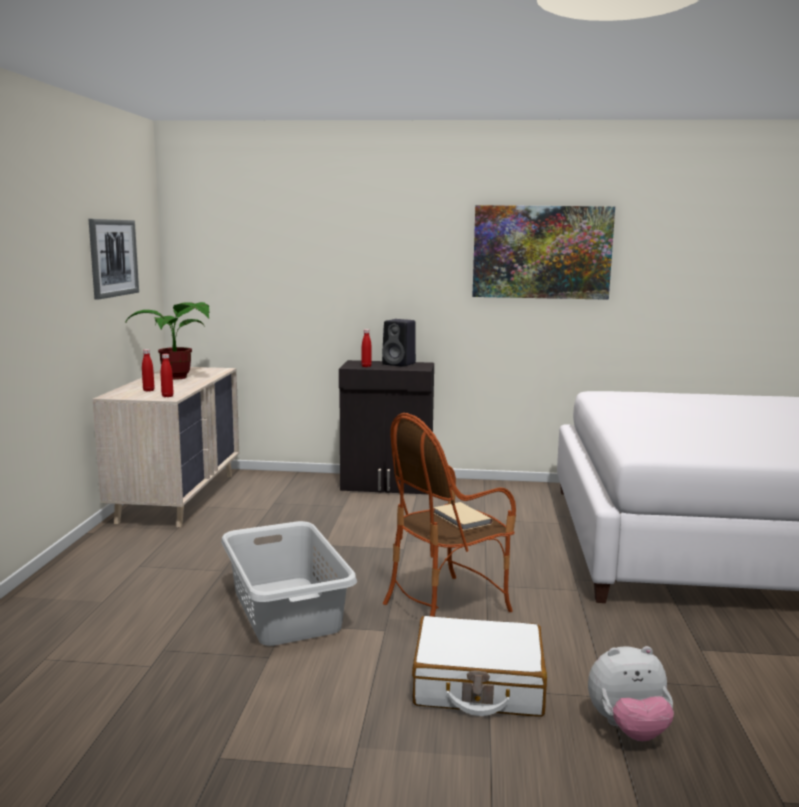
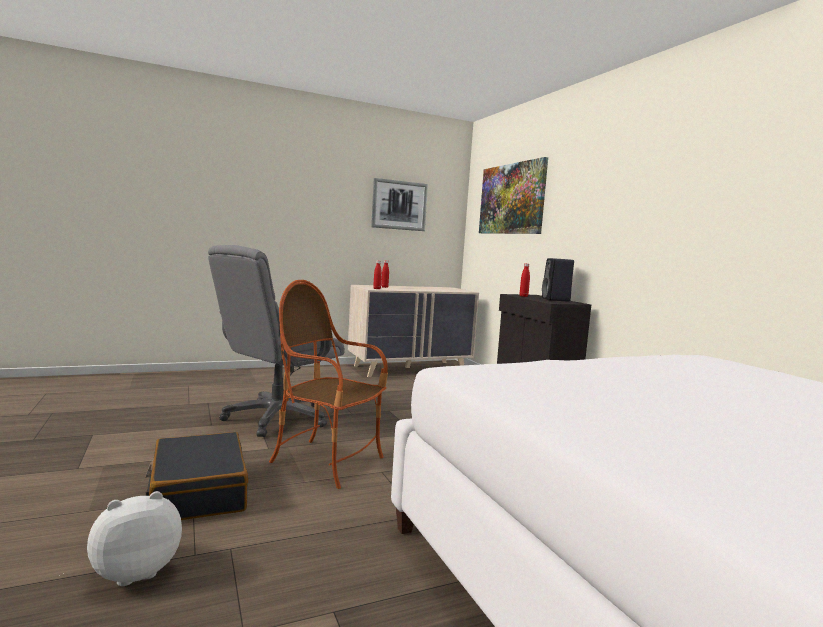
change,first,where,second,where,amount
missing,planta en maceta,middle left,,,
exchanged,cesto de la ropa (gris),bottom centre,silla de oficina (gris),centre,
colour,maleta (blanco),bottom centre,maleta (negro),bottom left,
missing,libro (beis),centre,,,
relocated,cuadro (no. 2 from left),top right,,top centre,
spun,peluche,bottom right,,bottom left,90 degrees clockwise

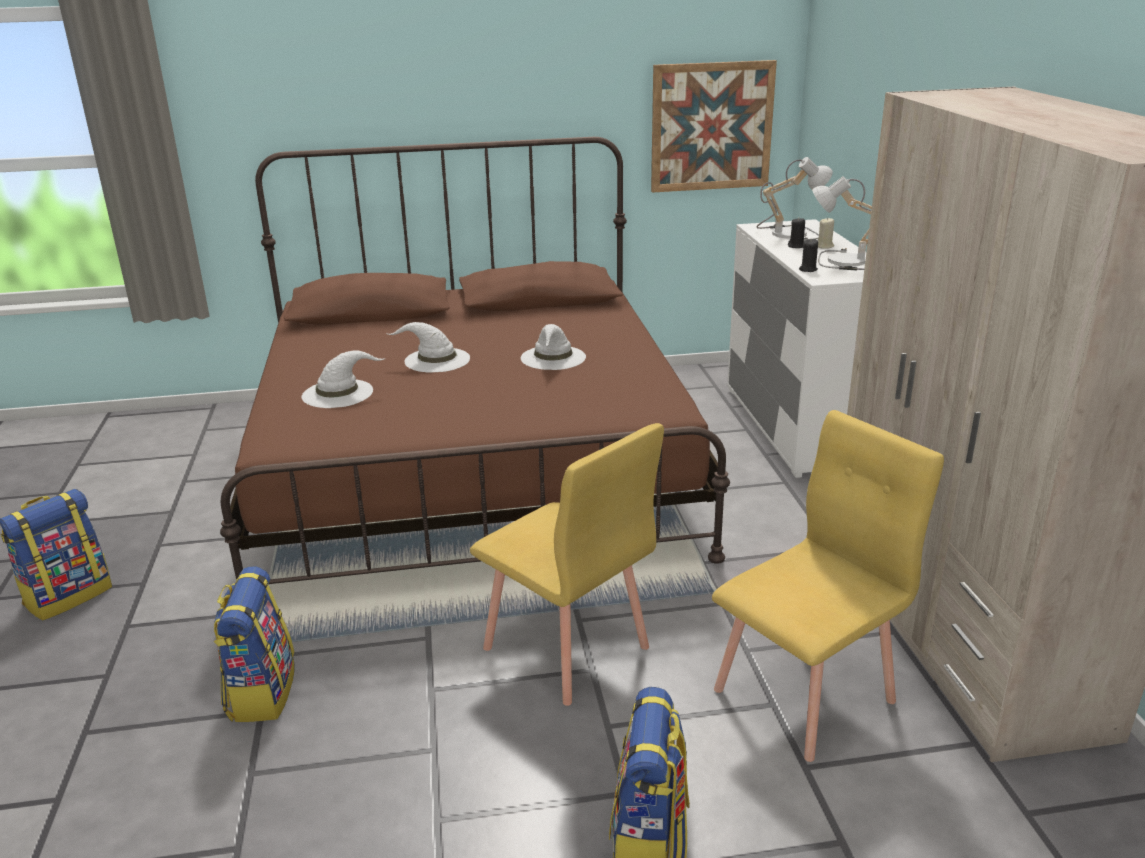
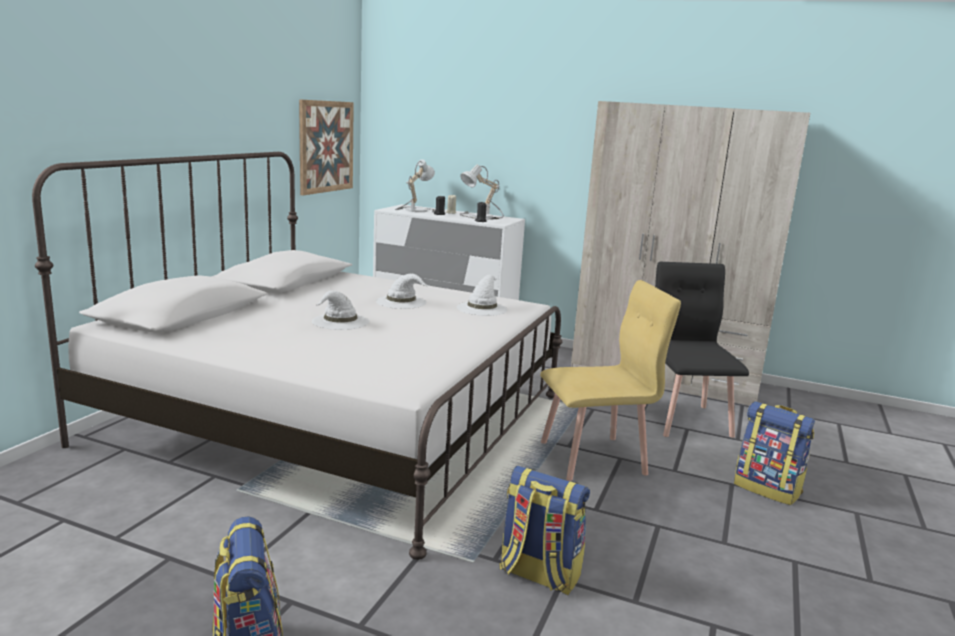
change,first,where,second,where,amount
colour,cama (marrón),centre,cama (blanco),middle left,
relocated,sombrero (blanco) (no. 1 from left in the first image),middle left,sombrero (blanco) (no. 3 from left),centre,
colour,silla (amarillo) (no. 2 from left),bottom right,silla (negro),middle right,

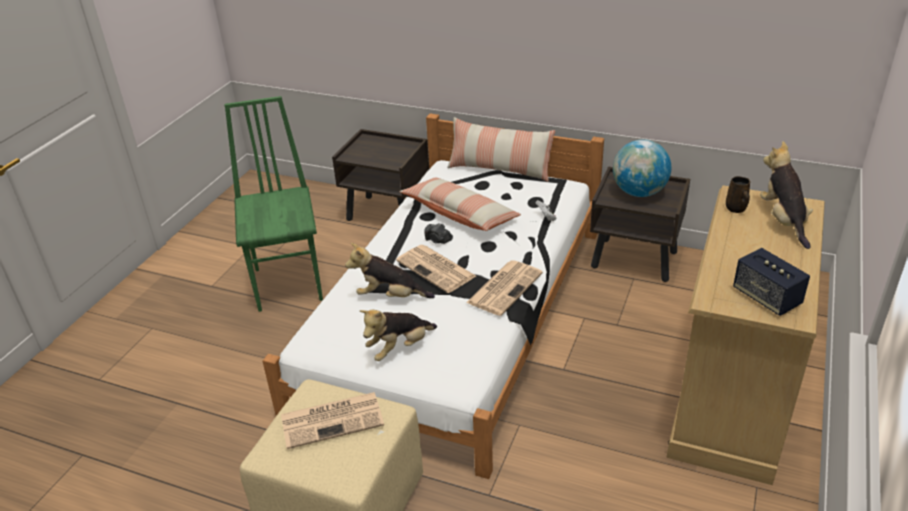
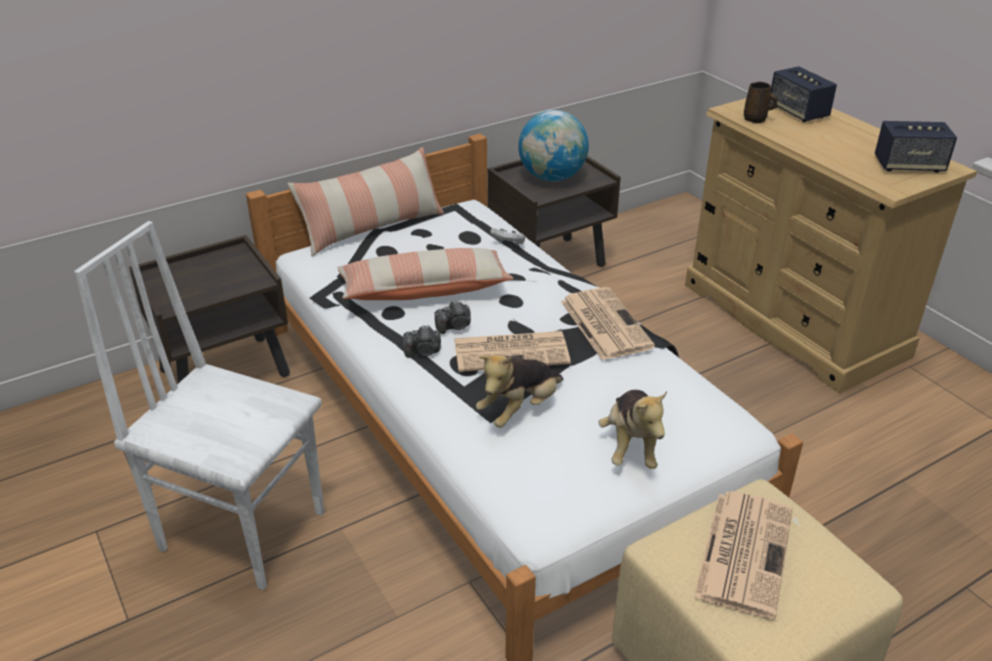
change,first,where,second,where,amount
colour,silla (verde),middle left,silla (blanco),middle left,
exchanged,peluche (no. 3 from left),middle right,altavoz (no. 1 from left),top right,
appeared,,,cámara (no. 1 from left),centre,

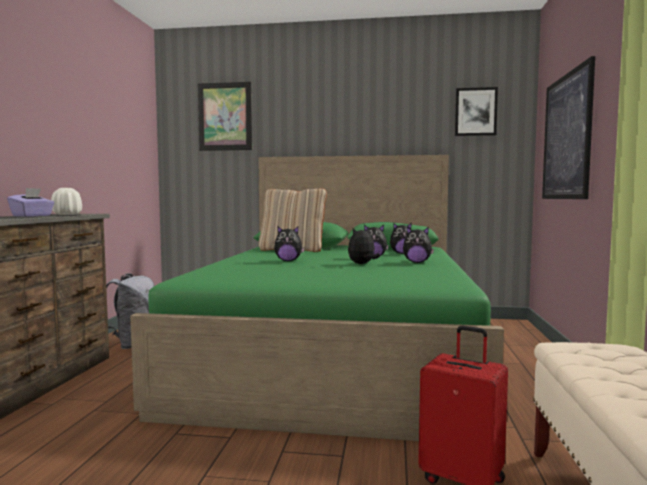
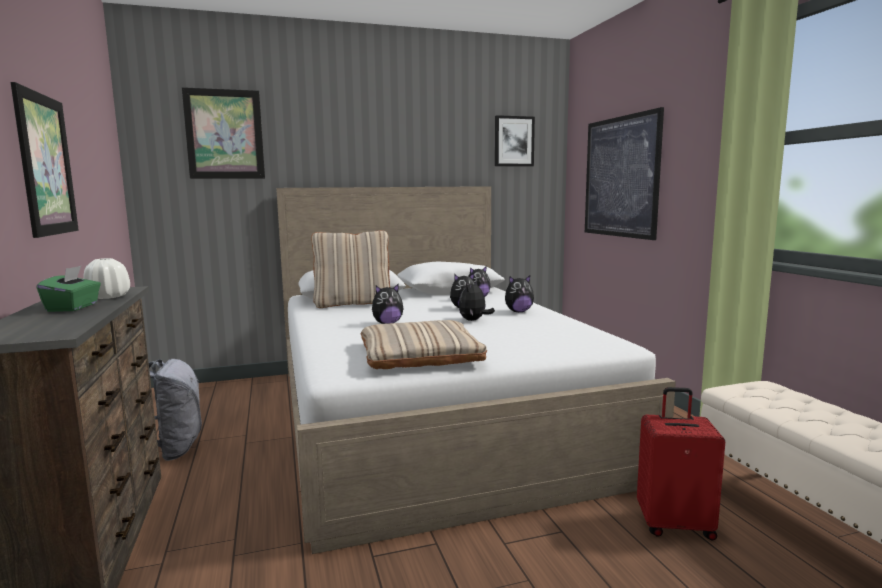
change,first,where,second,where,amount
colour,caja de pañuelos (morado),middle left,caja de pañuelos (verde),middle left,
colour,cama (verde),centre,cama (blanco),centre,
appeared,,,cuadro (no. 1 from left),top left,
appeared,,,cojín (beis) (no. 2 from left),centre,

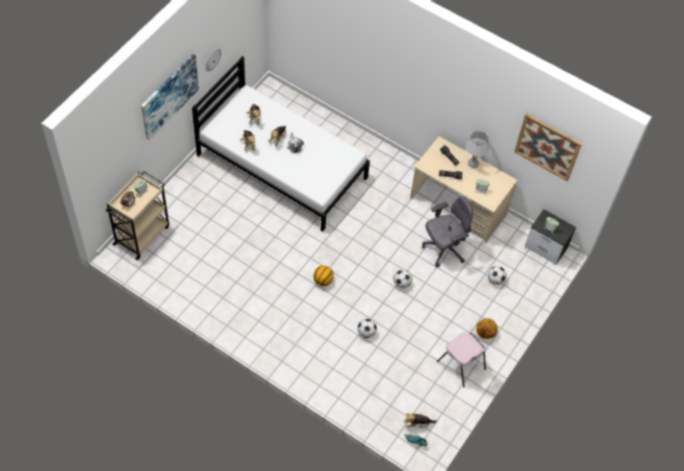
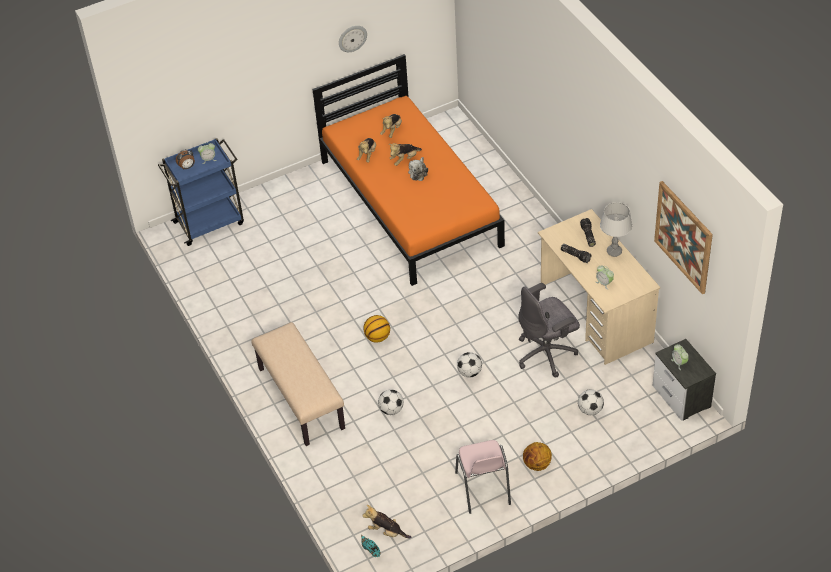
change,first,where,second,where,amount
colour,carrito (beis),middle left,carrito (azul),middle left,
missing,cuadro (no. 1 from left),top left,,,
colour,cama (blanco),top centre,cama (naranja),top centre,
spun,silla de oficina (gris),centre,,centre,150 degrees clockwise
appeared,,,banco (beis),bottom centre,

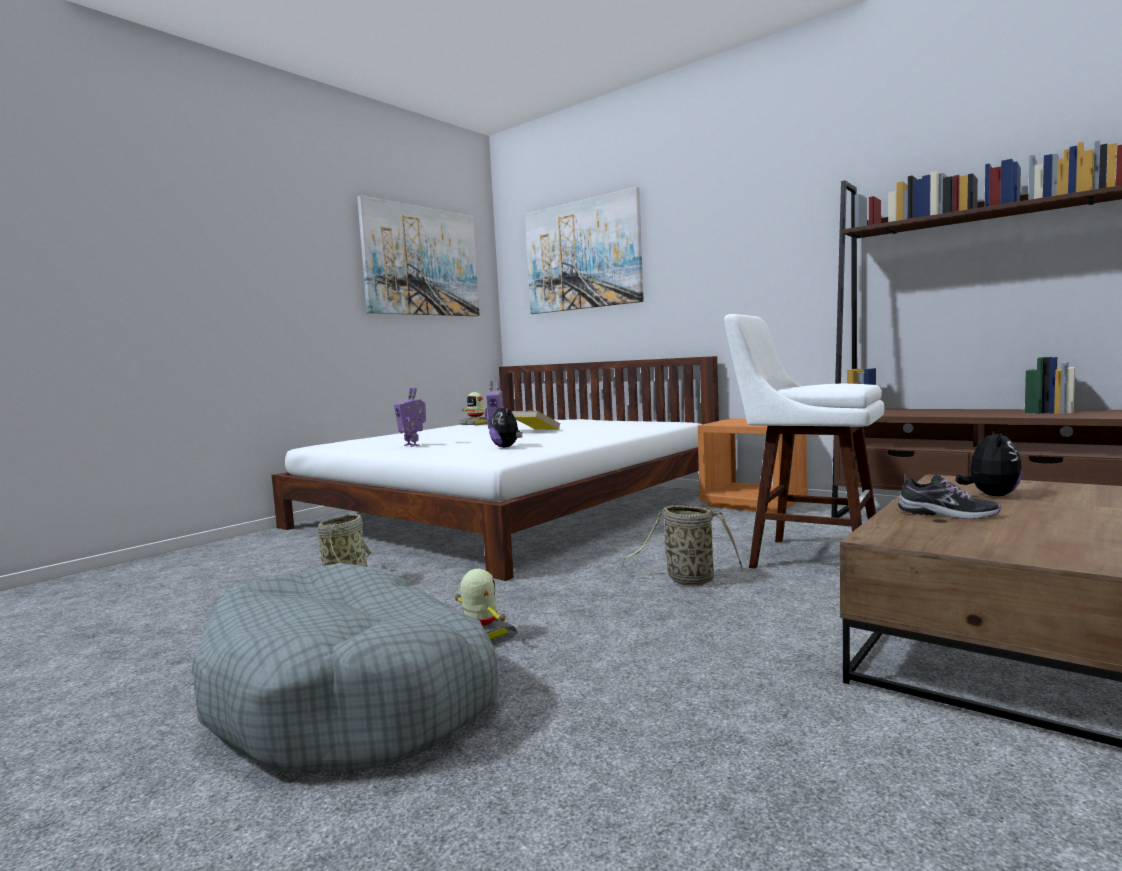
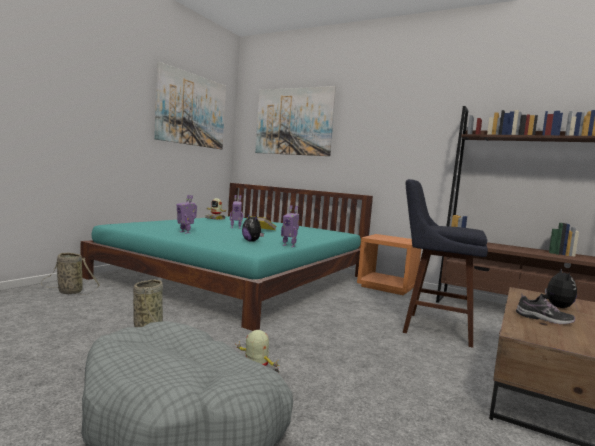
change,first,where,second,where,amount
colour,cama (blanco),centre,cama (turquesa),centre,
relocated,cesta (no. 2 from left in the first image),centre,cesta (no. 1 from left),middle left,
colour,taburete (blanco),middle right,taburete (azul),middle right,
appeared,,,robot de juguete (no. 5 from left),centre,

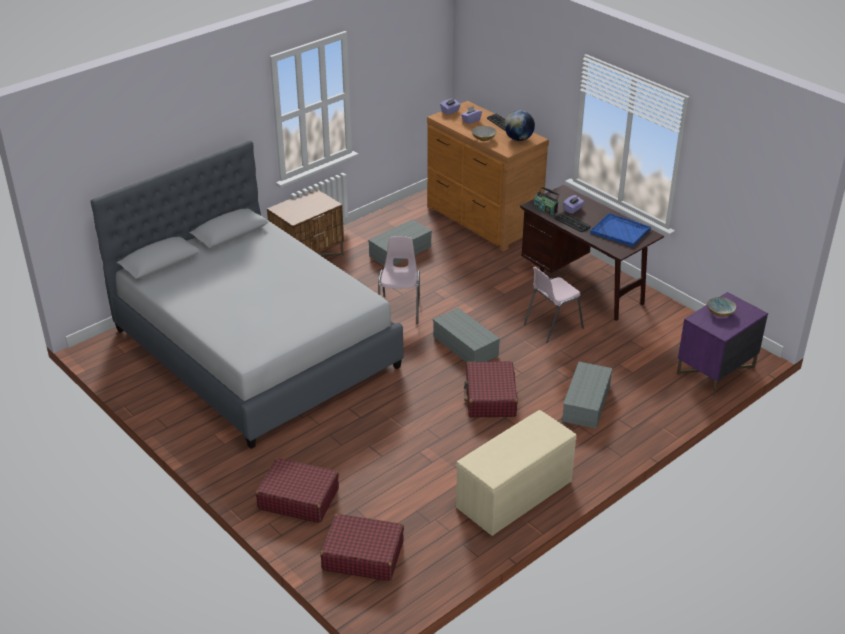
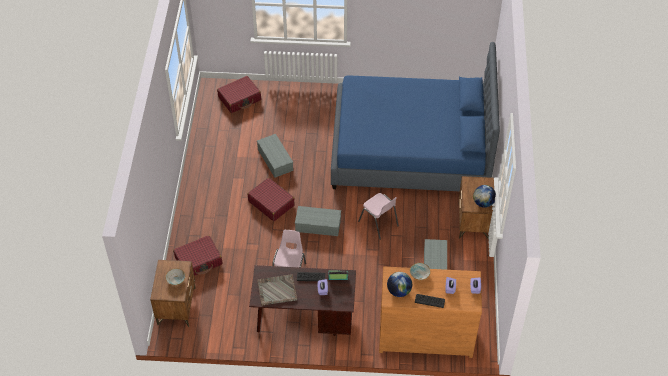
change,first,where,second,where,amount
colour,cama (gris),middle left,cama (azul),top centre,
relocated,maleta (rojo) (no. 1 from left),bottom centre,,bottom left,
missing,banco (beis),bottom centre,,,
relocated,caja de almacenaje (gris) (no. 3 from left in the first image),middle right,caja de almacenaje (gris) (no. 1 from left),centre,
colour,bandeja (azul),middle right,bandeja (gris),bottom centre,
colour,mesita de noche (morado),middle right,mesita de noche (marrón) (no. 1 from left),bottom left,
appeared,,,globo terráqueo (no. 2 from left),middle right,

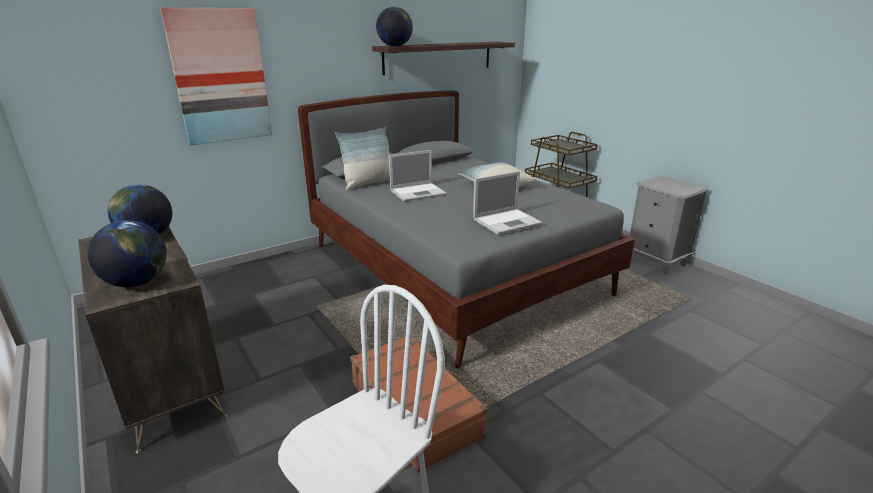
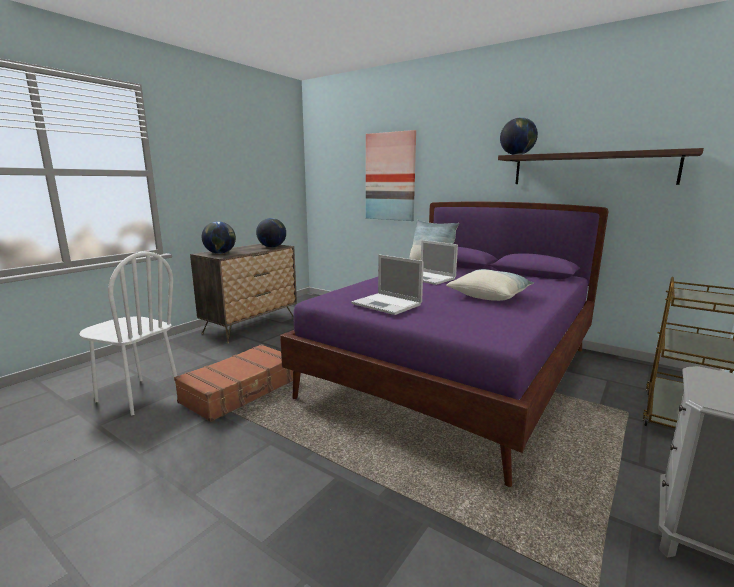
change,first,where,second,where,amount
colour,cama (gris),centre,cama (morado),centre,

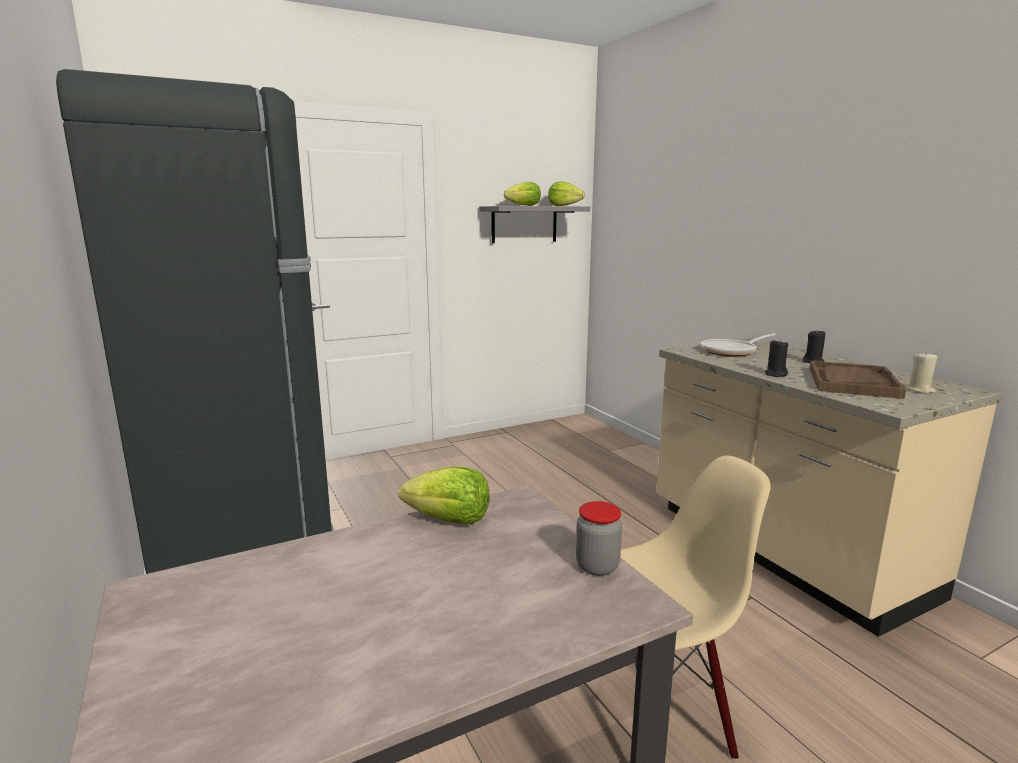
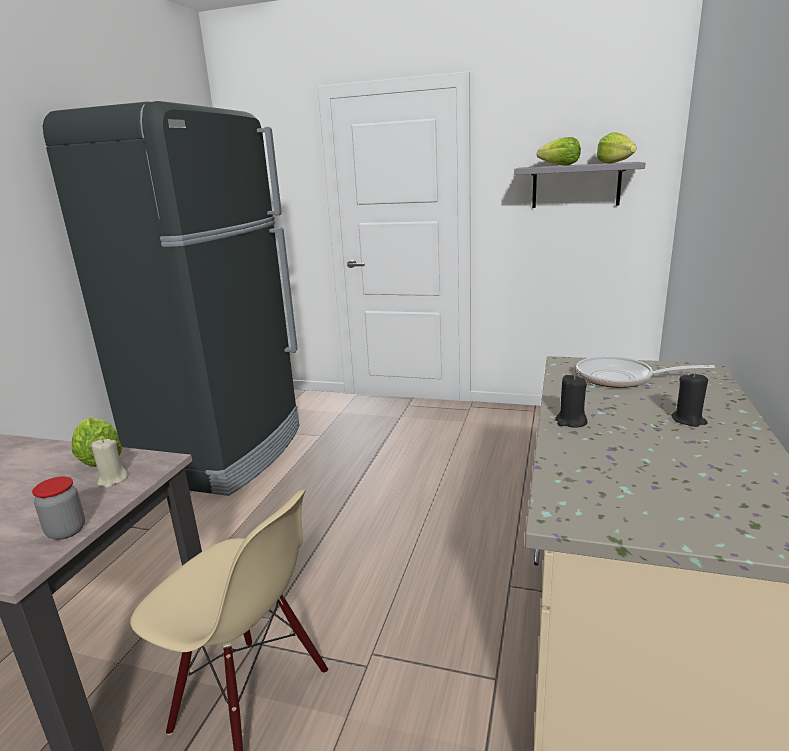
change,first,where,second,where,amount
missing,bandeja (marrón),middle right,,,
relocated,vela (beis),middle right,,middle left,

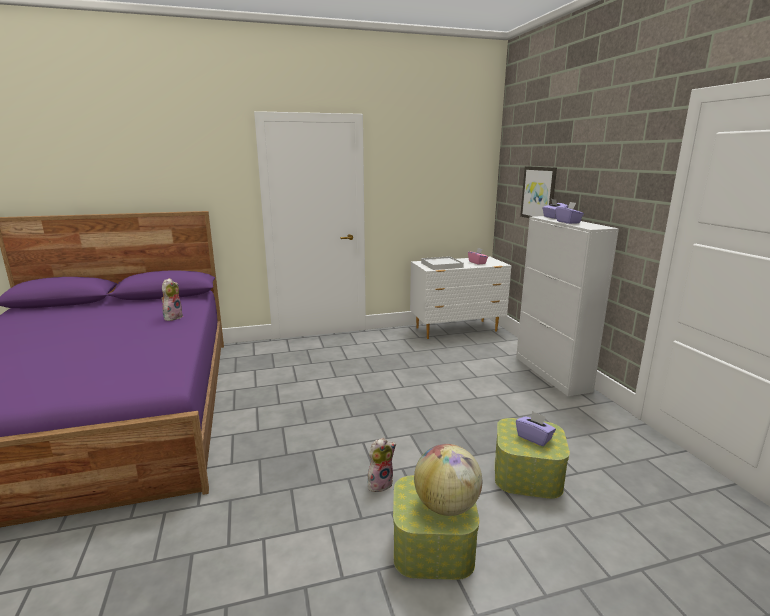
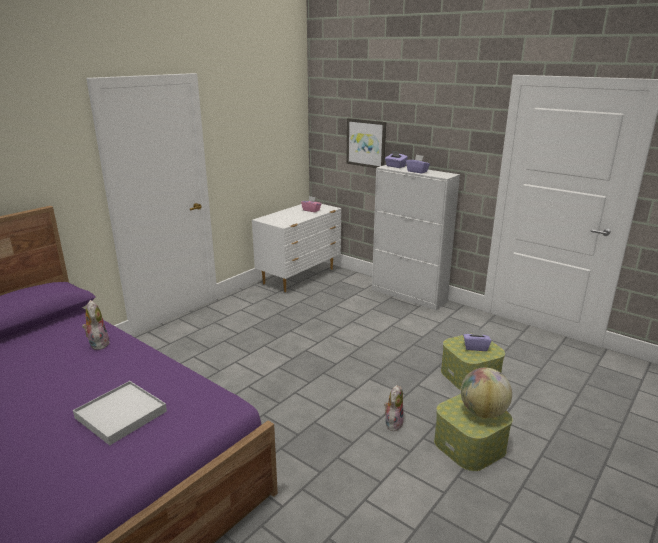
change,first,where,second,where,amount
relocated,bandeja (blanco),centre,,bottom left,

